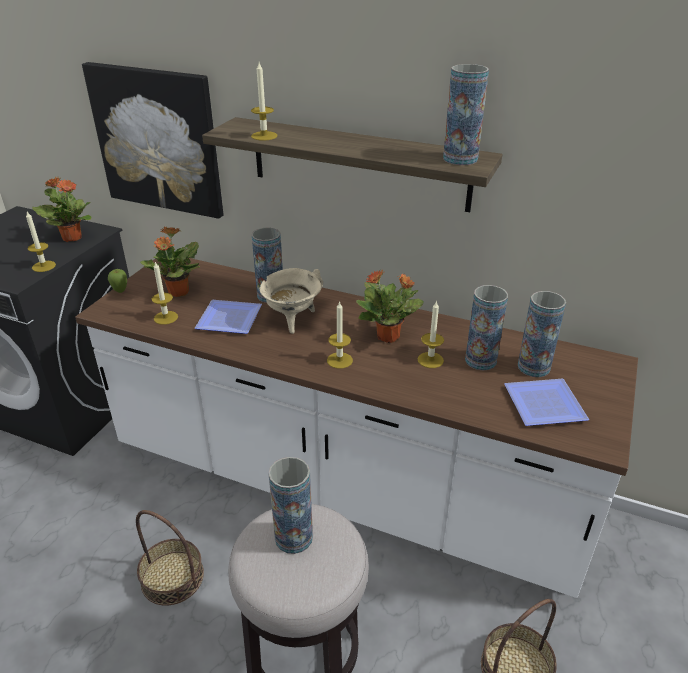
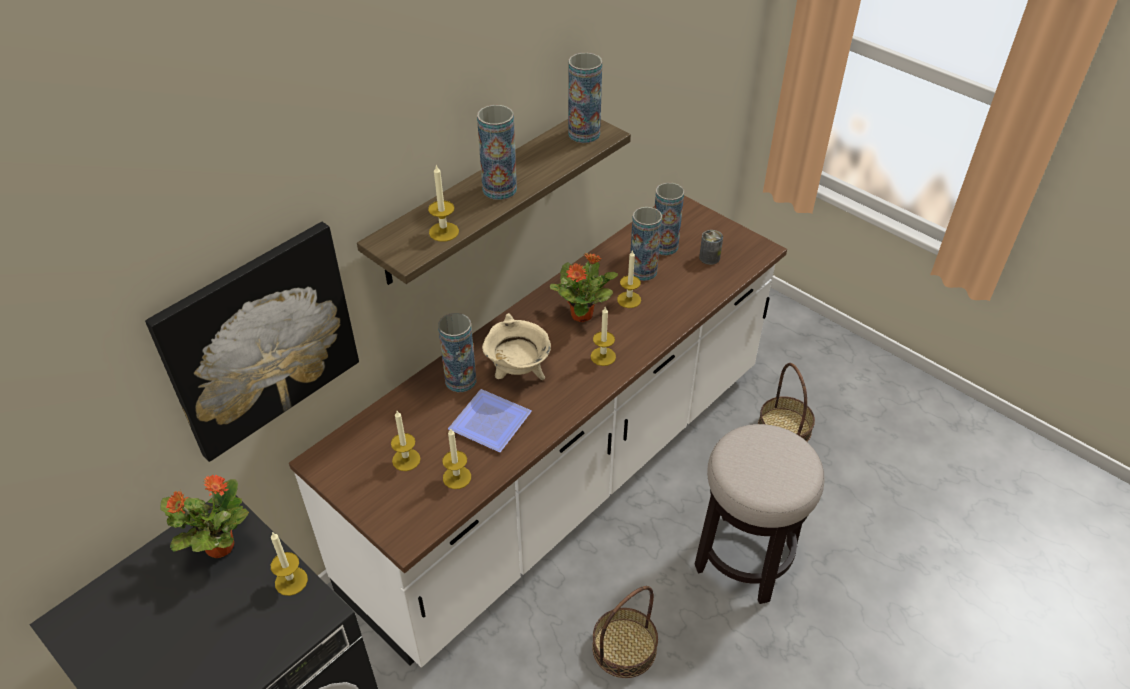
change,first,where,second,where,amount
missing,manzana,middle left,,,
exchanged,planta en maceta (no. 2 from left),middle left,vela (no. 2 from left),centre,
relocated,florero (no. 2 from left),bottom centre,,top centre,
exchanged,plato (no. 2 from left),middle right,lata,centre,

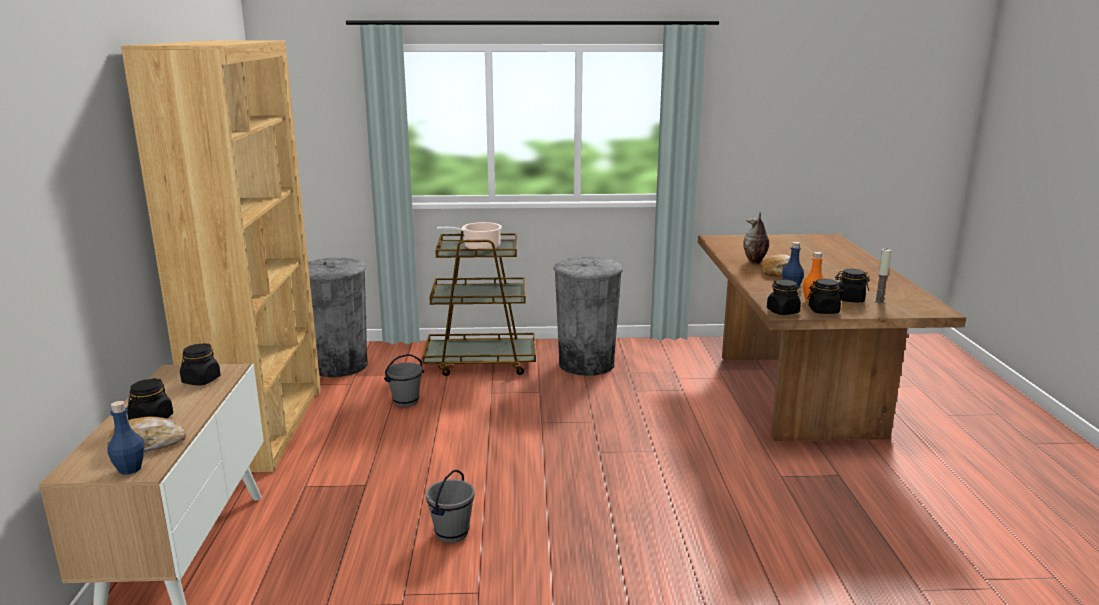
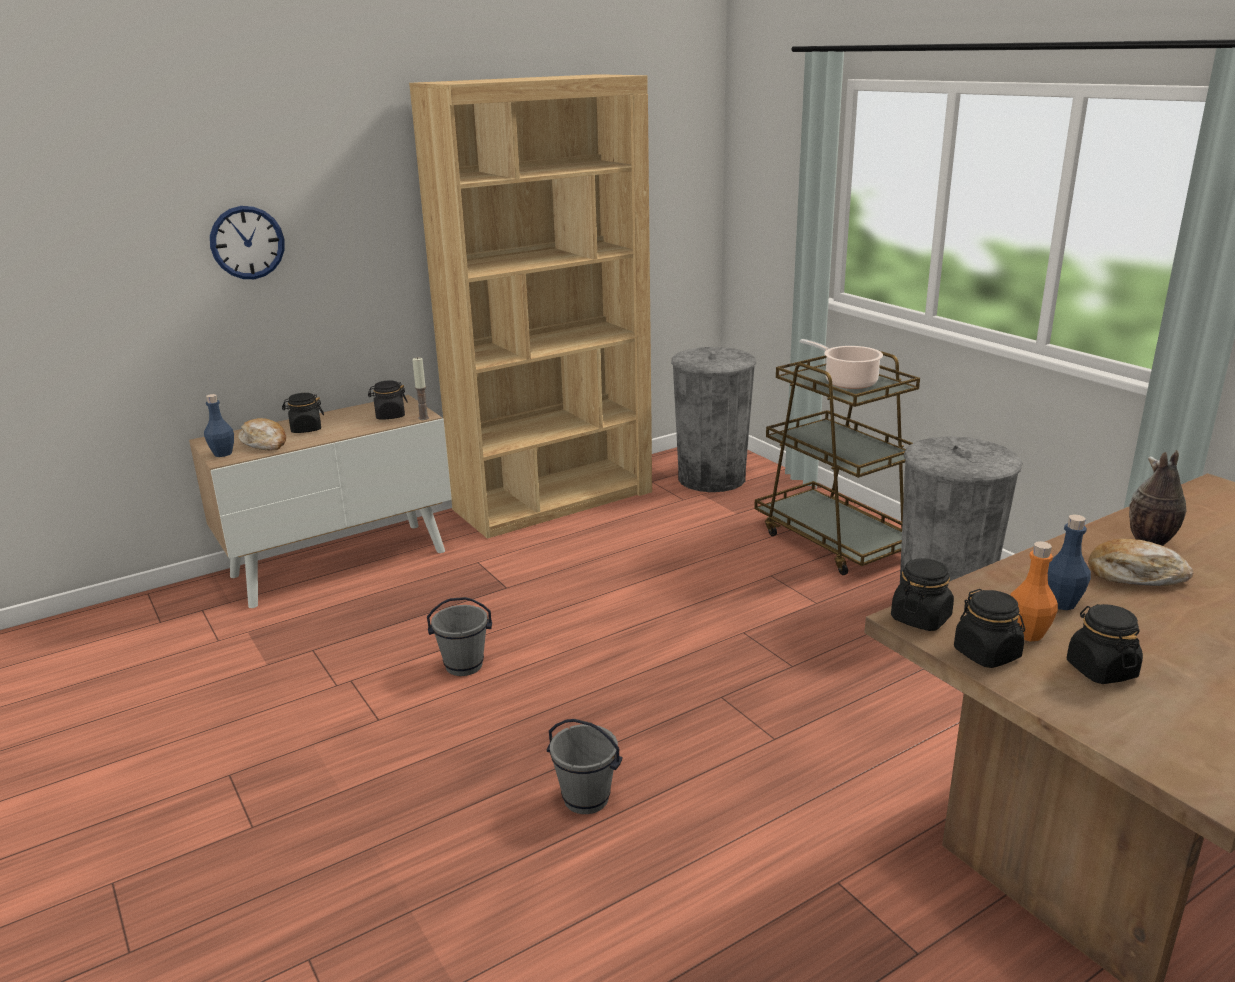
change,first,where,second,where,amount
relocated,cubo (gris) (no. 1 from left in the first image),centre,cubo (gris) (no. 2 from left),bottom centre,
relocated,vela,middle right,,centre,
appeared,,,reloj de pared,top left,

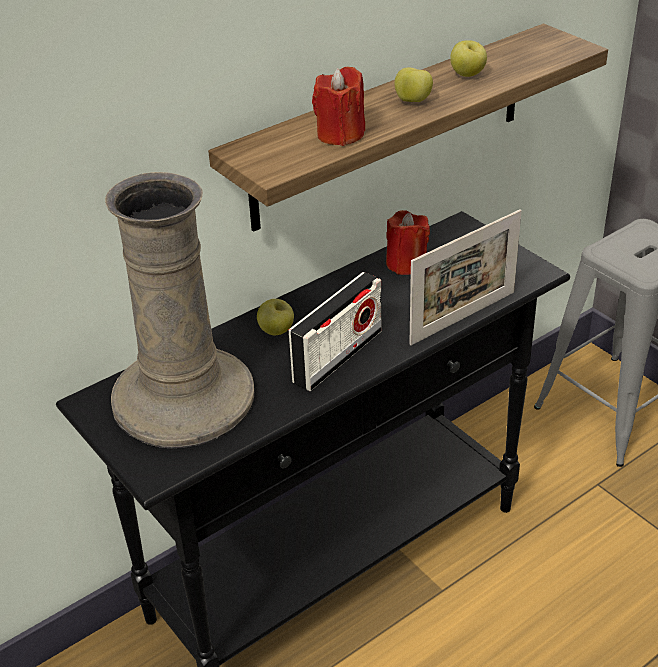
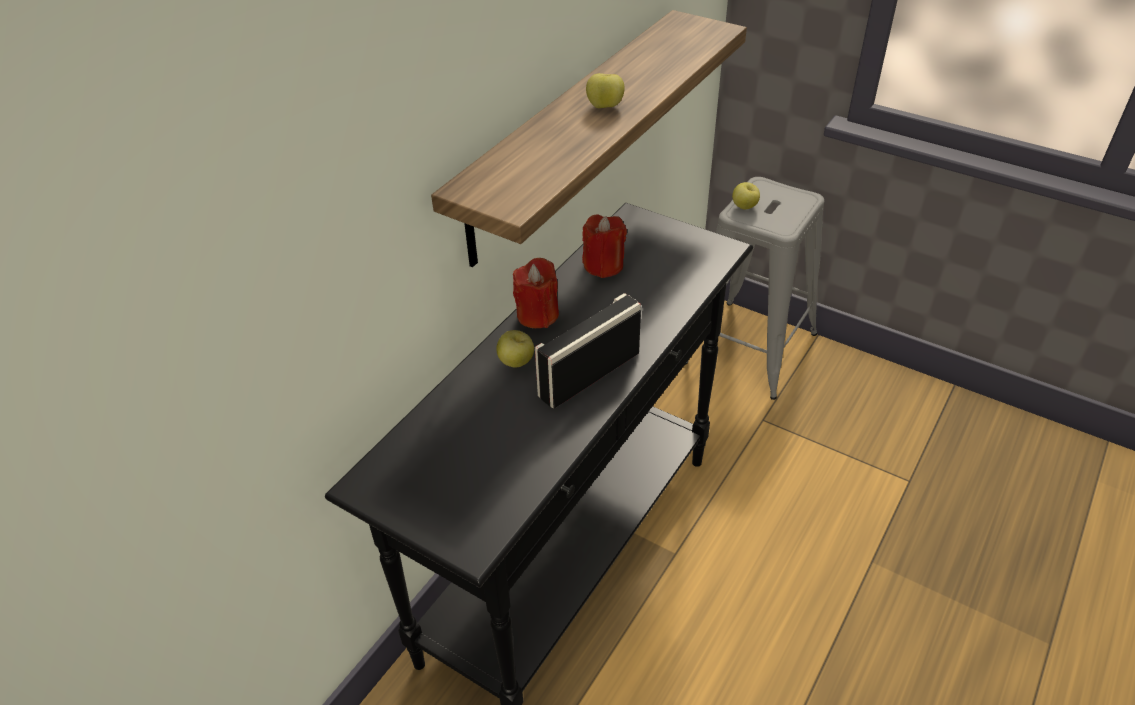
change,first,where,second,where,amount
missing,florero (beis),middle left,,,
spun,radio,centre,,centre,150 degrees counterclockwise
relocated,vela (rojo) (no. 1 from left),top centre,,centre,
missing,portarretratos,middle right,,,
relocated,manzana (no. 3 from left),top right,,top centre,

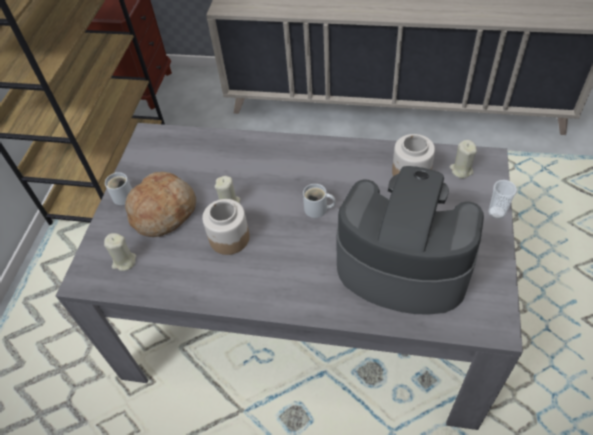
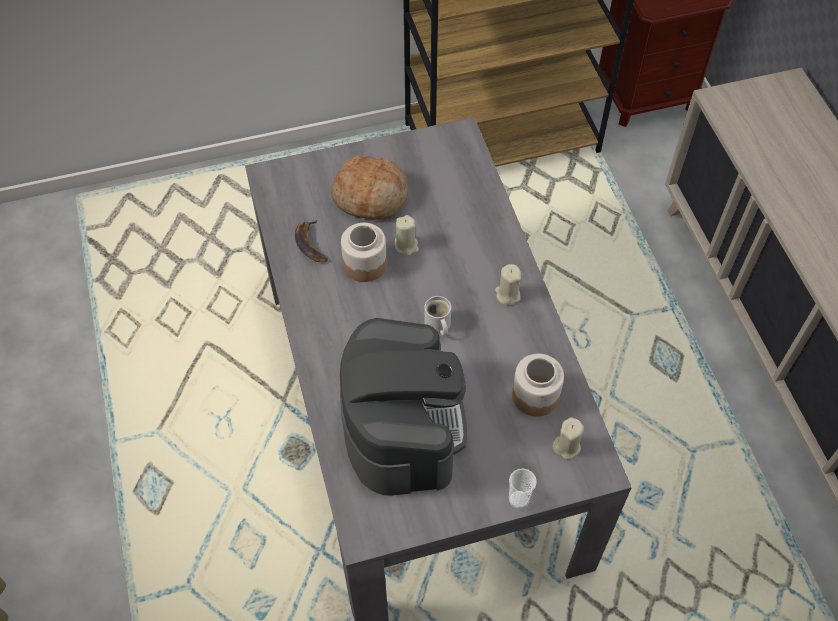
change,first,where,second,where,amount
relocated,vela (beis) (no. 1 from left in the first image),middle left,vela (beis) (no. 2 from left),centre,
missing,taza grande (blanco) (no. 1 from left),middle left,,,
appeared,,,plátano,centre,

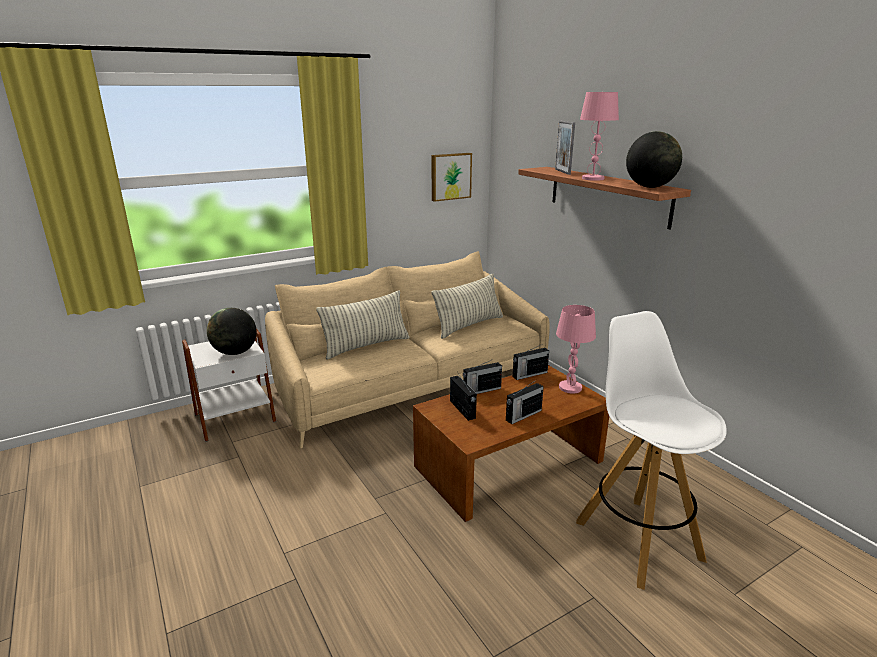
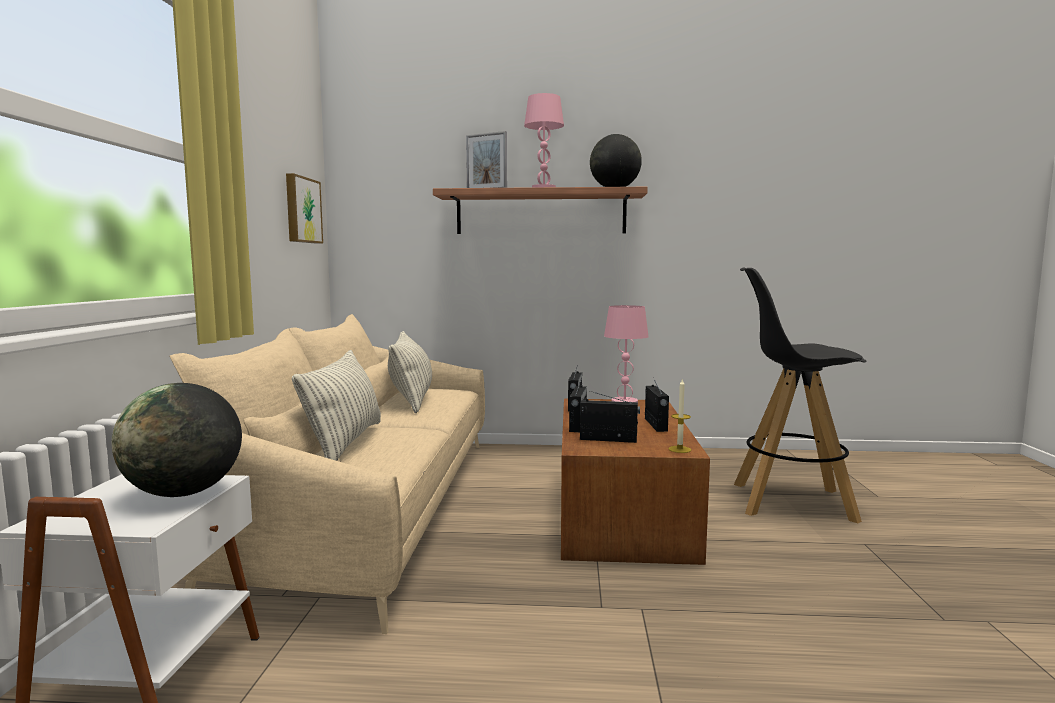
change,first,where,second,where,amount
colour,taburete (blanco),bottom right,taburete (negro),middle right,
appeared,,,vela,centre,

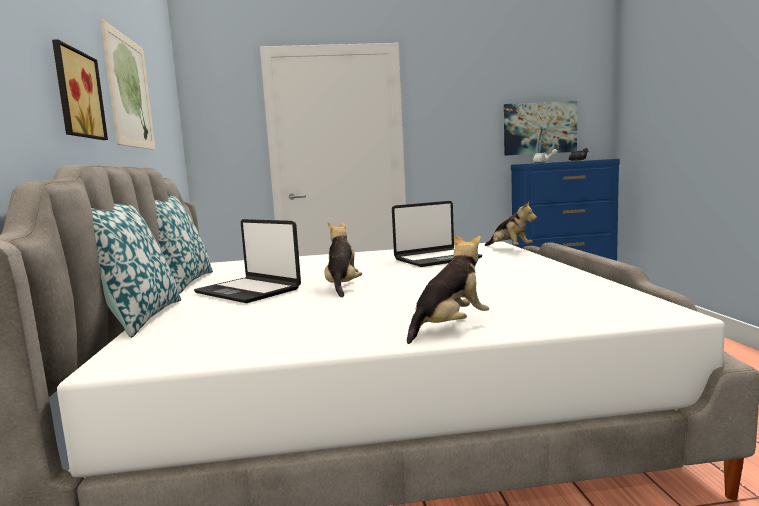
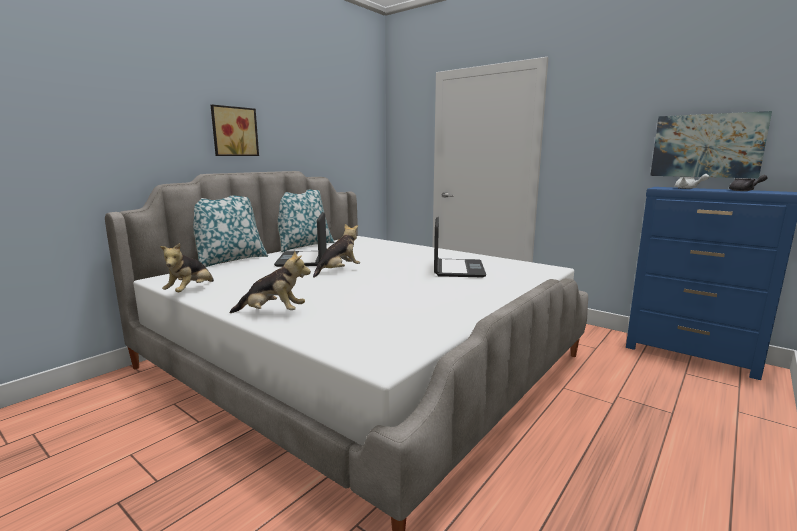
change,first,where,second,where,amount
missing,cuadro (no. 2 from left),top left,,,
spun,portátil (no. 2 from left),centre,,centre,105 degrees counterclockwise
relocated,peluche (no. 3 from left in the first image),middle right,peluche (no. 1 from left),middle left,

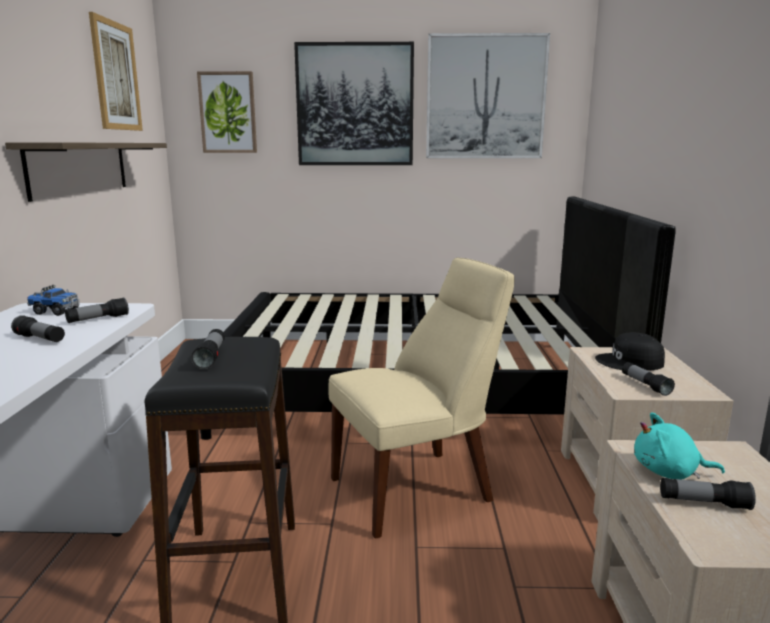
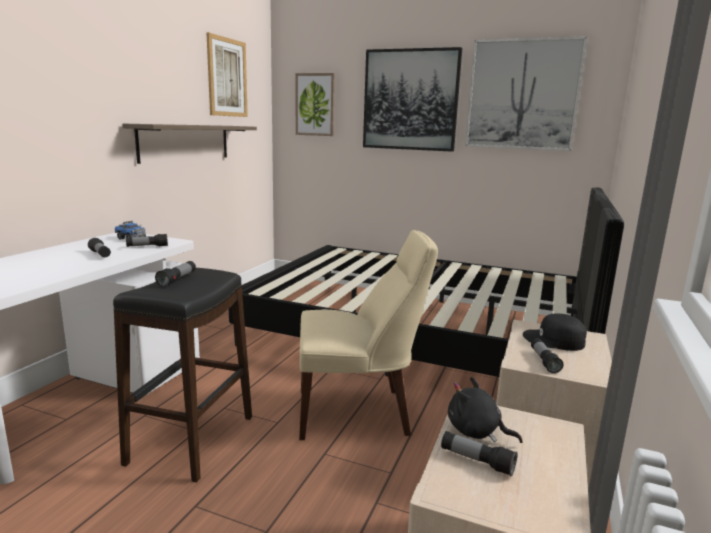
change,first,where,second,where,amount
colour,peluche (turquesa),bottom right,peluche (negro),bottom right,

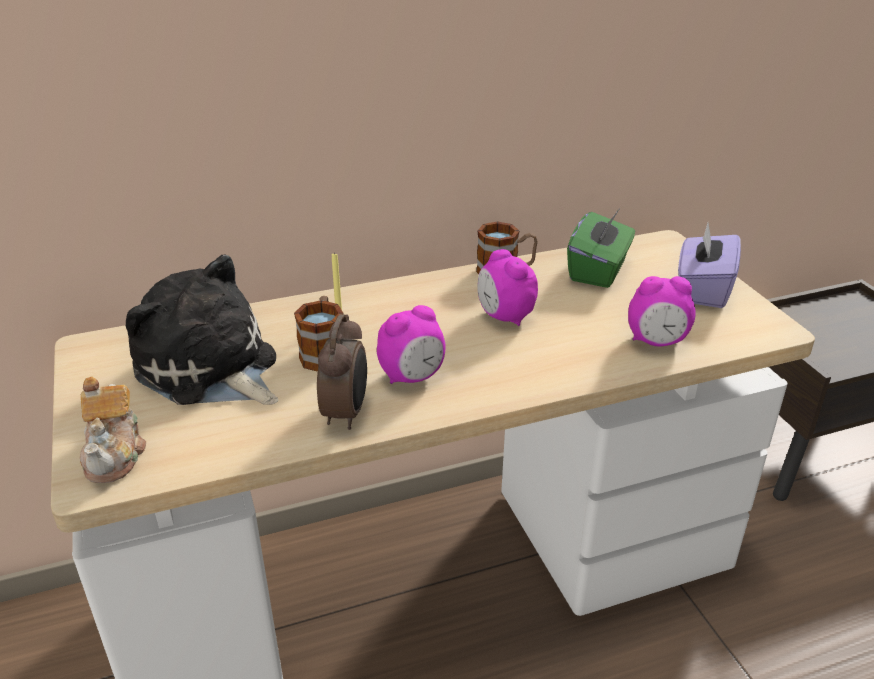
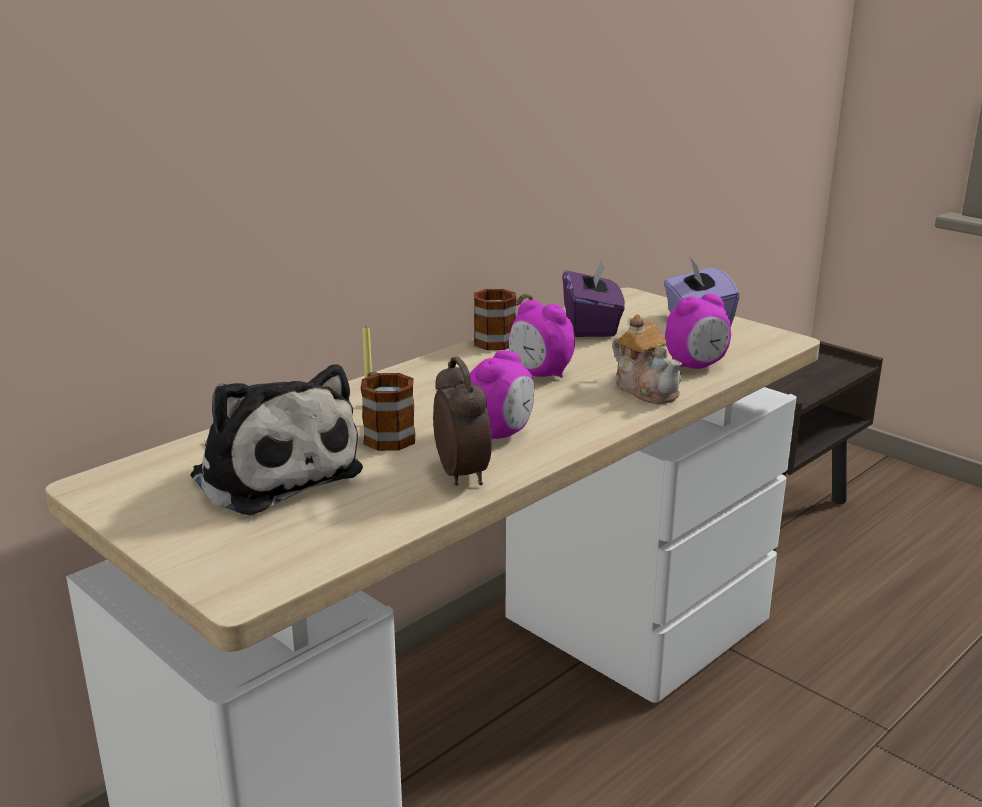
change,first,where,second,where,amount
relocated,tetera,middle left,,centre,
spun,peluche,middle left,,middle left,150 degrees counterclockwise
colour,caja de pañuelos (verde),middle right,caja de pañuelos (morado) (no. 1 from left),centre,

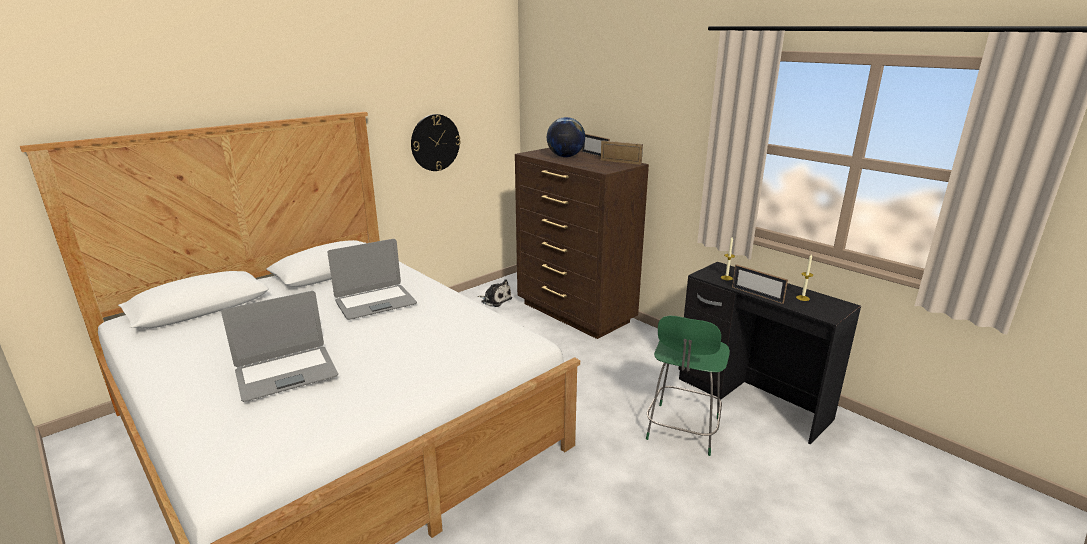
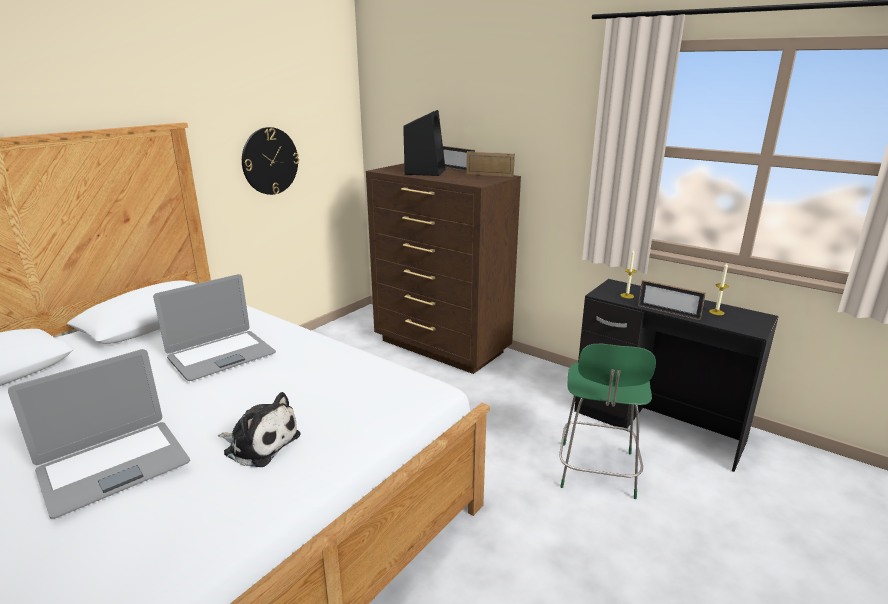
change,first,where,second,where,amount
relocated,peluche,centre,,bottom left,
exchanged,globo terráqueo,top centre,altavoz (negro),top centre,

